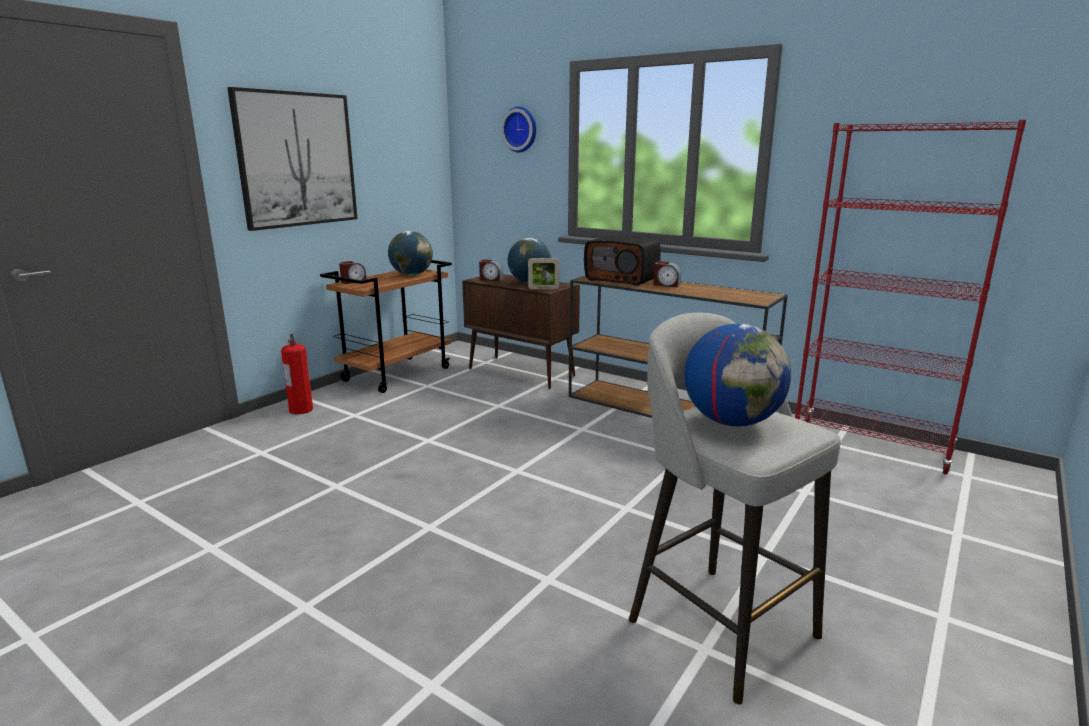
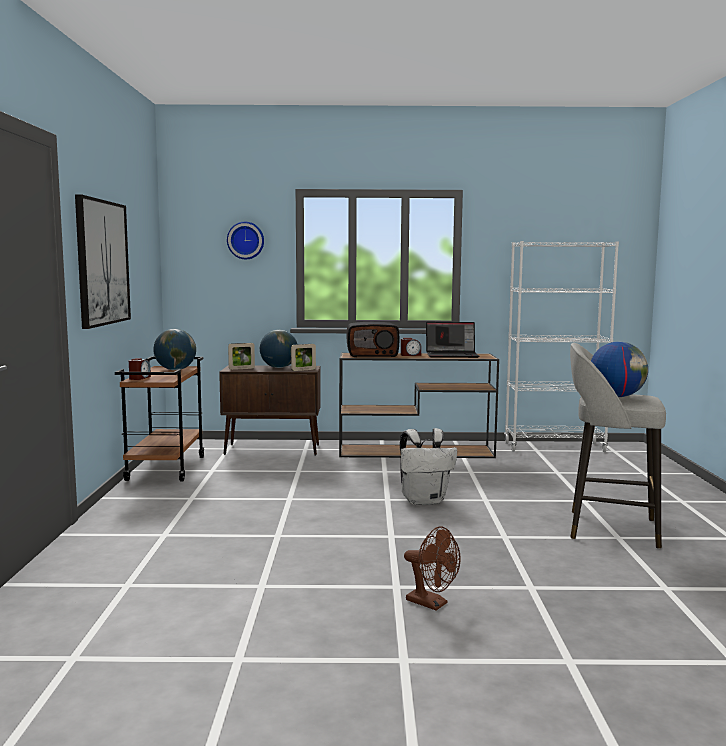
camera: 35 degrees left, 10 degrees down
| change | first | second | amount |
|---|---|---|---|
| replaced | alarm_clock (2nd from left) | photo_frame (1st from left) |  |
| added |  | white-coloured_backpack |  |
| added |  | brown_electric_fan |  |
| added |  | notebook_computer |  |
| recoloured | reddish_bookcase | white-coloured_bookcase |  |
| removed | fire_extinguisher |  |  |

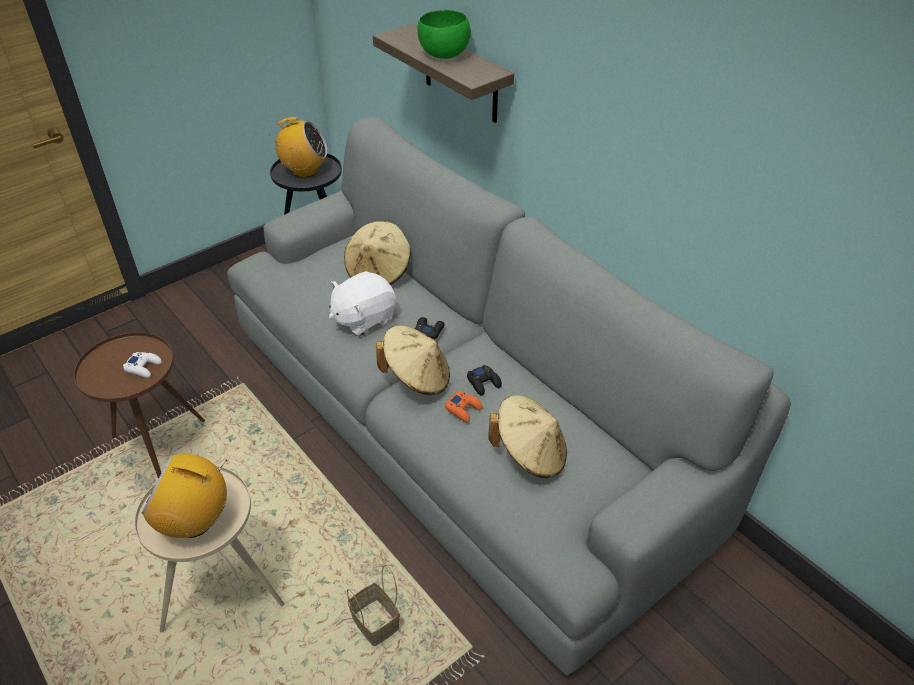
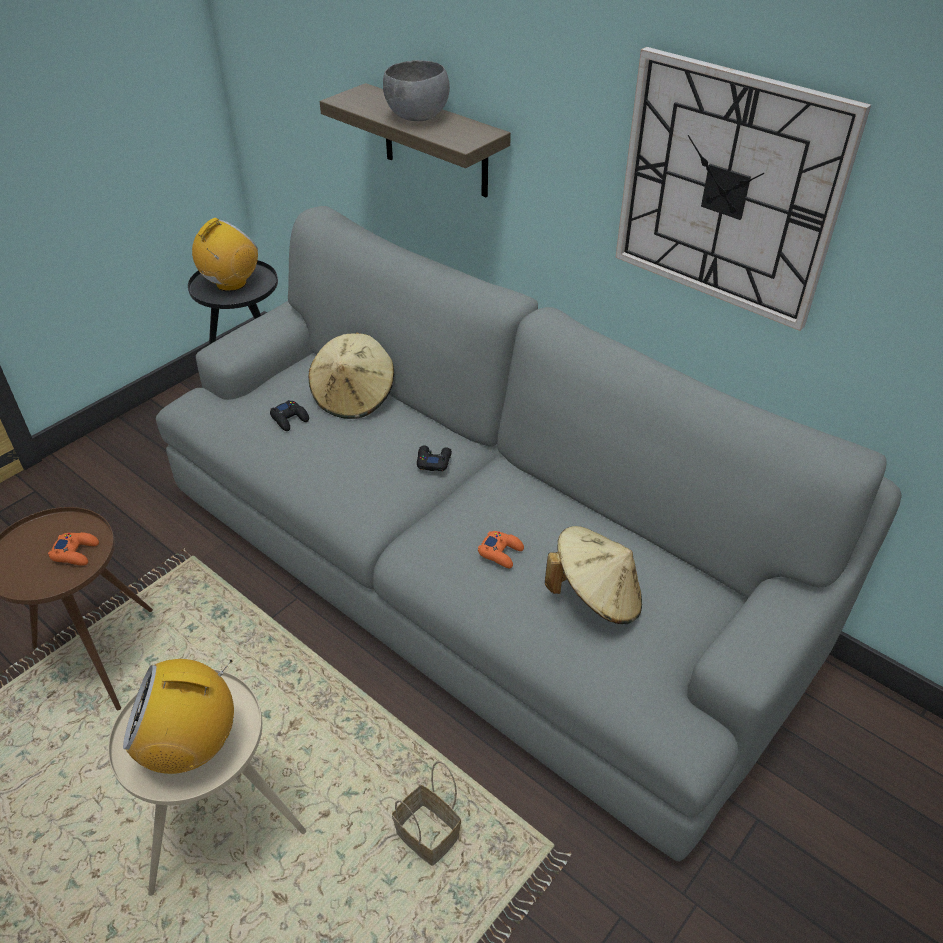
camera: 10 degrees left, 0 degrees up
| change | first | second | amount |
|---|---|---|---|
| recoloured | white-coloured_game_controller | orangey_game_controller (1st from left) |  |
| turned | radio_set (2nd from left) |  | 45 degrees counterclockwise |
| moved | blackish_game_controller (2nd from left in the first image) | blackish_game_controller (1st from left) |  |
| recoloured | green_deep_dish | greyish_deep_dish |  |
| added |  | clock_on_the_wall |  |
| removed | white-coloured_cuddly_toy |  |  |
| removed | beige_hat (2nd from left) |  |  |

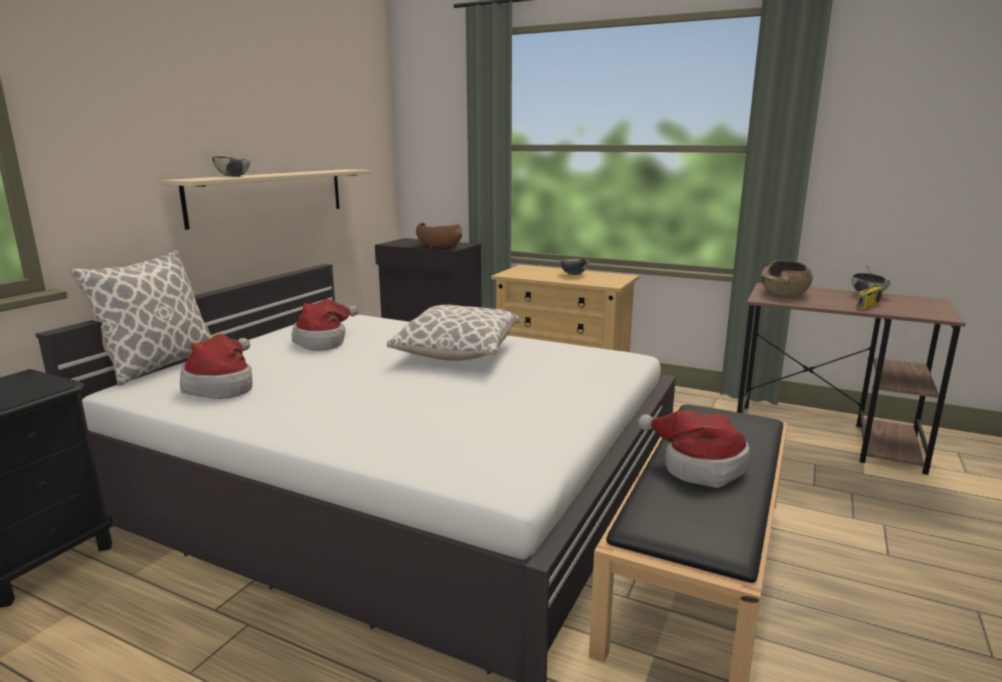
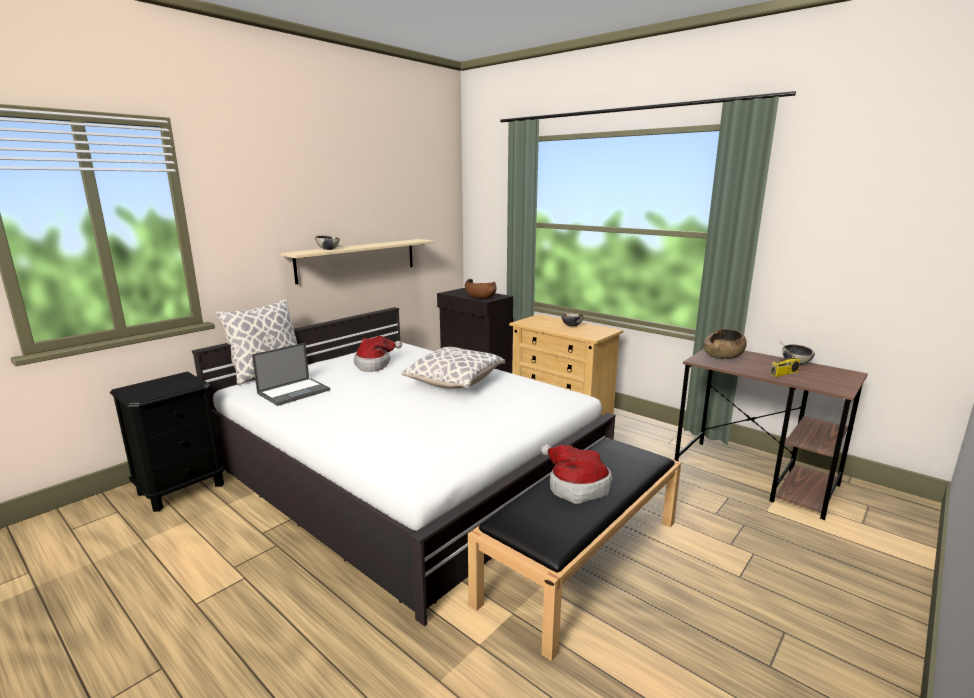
camera: 15 degrees right, 0 degrees up
| change | first | second | amount |
|---|---|---|---|
| replaced | hat (1st from left) | notebook_computer |  |

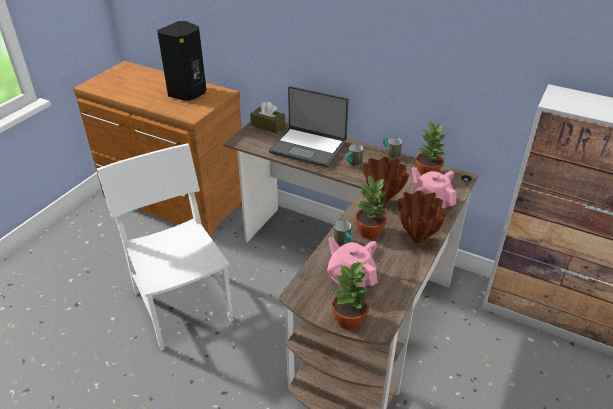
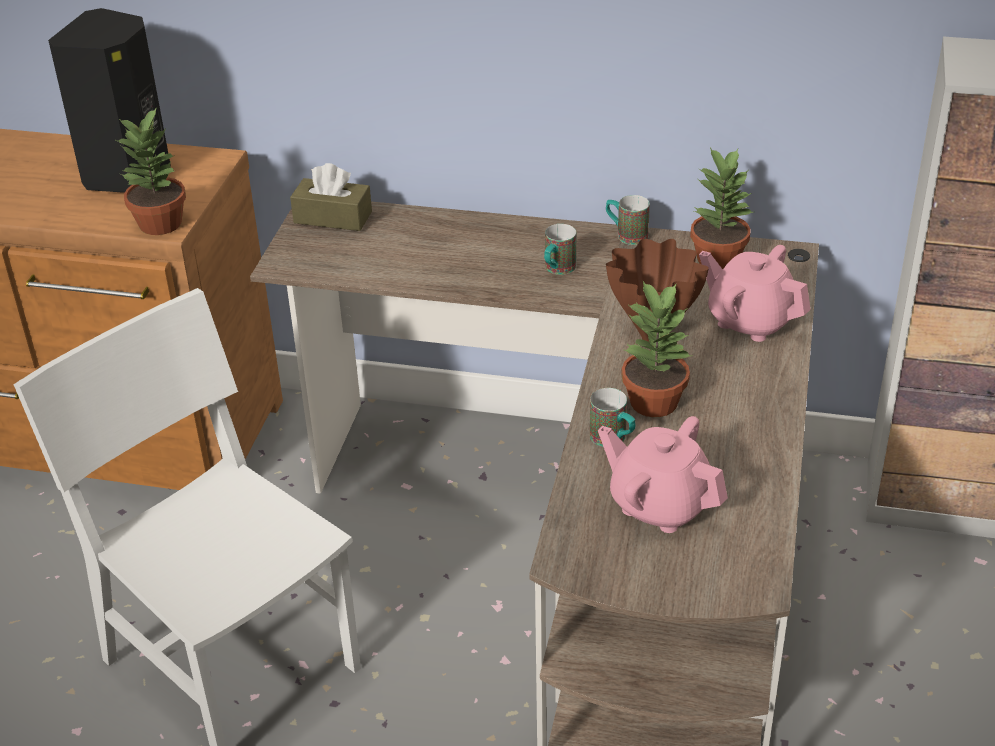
camera: 15 degrees left, 0 degrees up
| change | first | second | amount |
|---|---|---|---|
| moved | houseplant (1st from left) |  |  |
| removed | notebook_computer |  |  |
| removed | brown_vase (2nd from left) |  |  |

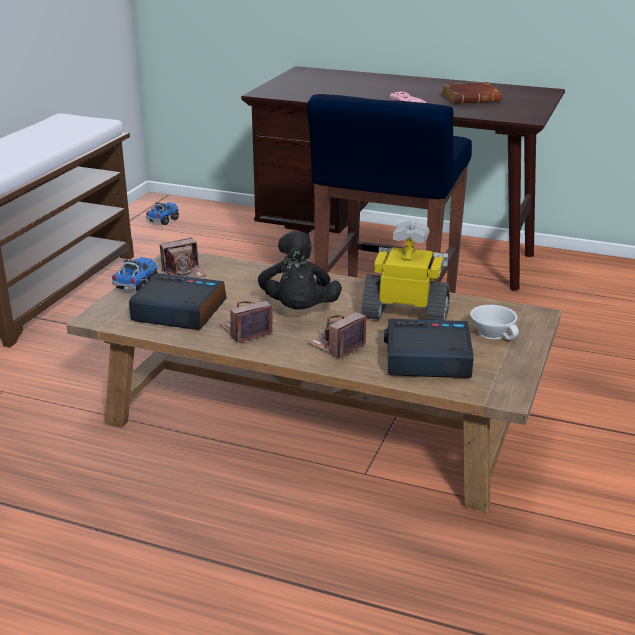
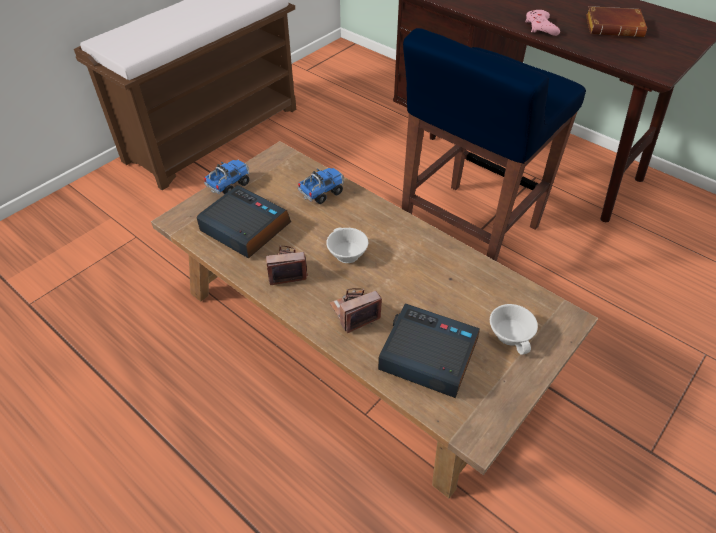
camera: 20 degrees right, 20 degrees up
| change | first | second | amount |
|---|---|---|---|
| moved | toy_lorry (2nd from left) |  |  |
| replaced | blackish_cuddly_toy | white-coloured_drinking_cup (1st from left) |  |
| removed | photo_camera (1st from left) |  |  |
| removed | model_robot |  |  |

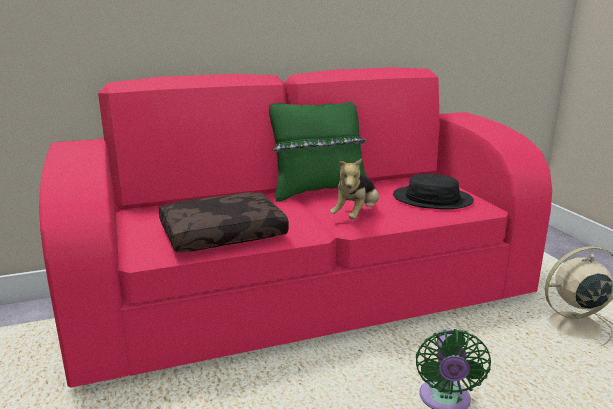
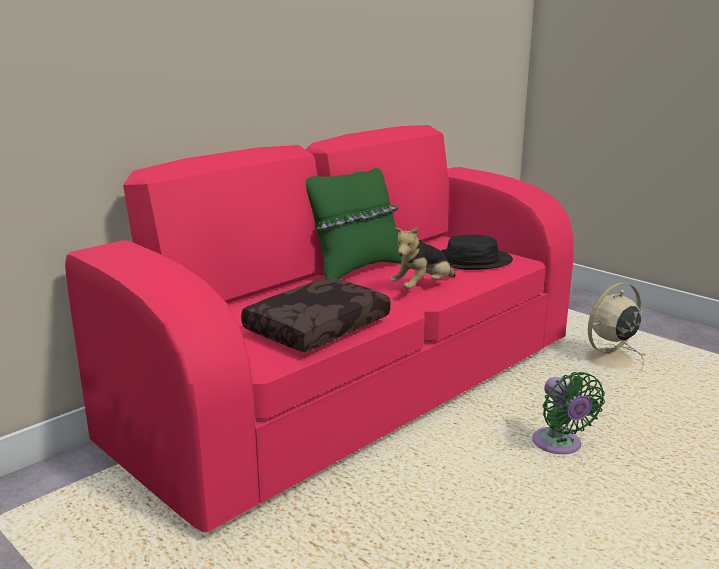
camera: 25 degrees left, 0 degrees up
| change | first | second | amount |
|---|---|---|---|
| turned | cuddly_toy |  | 45 degrees clockwise |

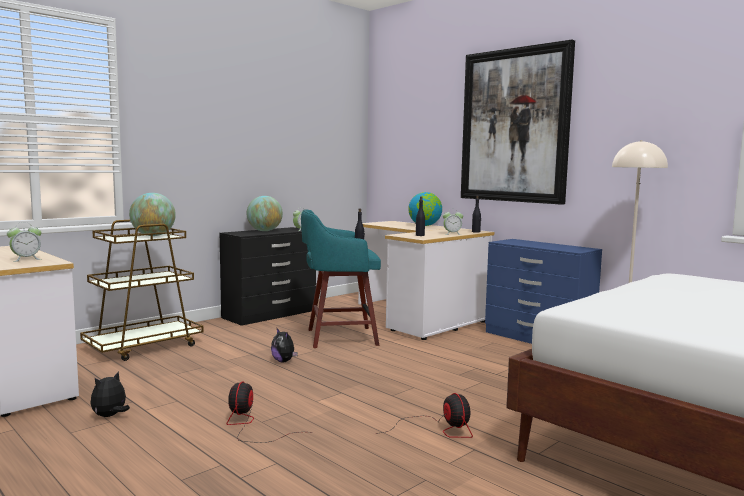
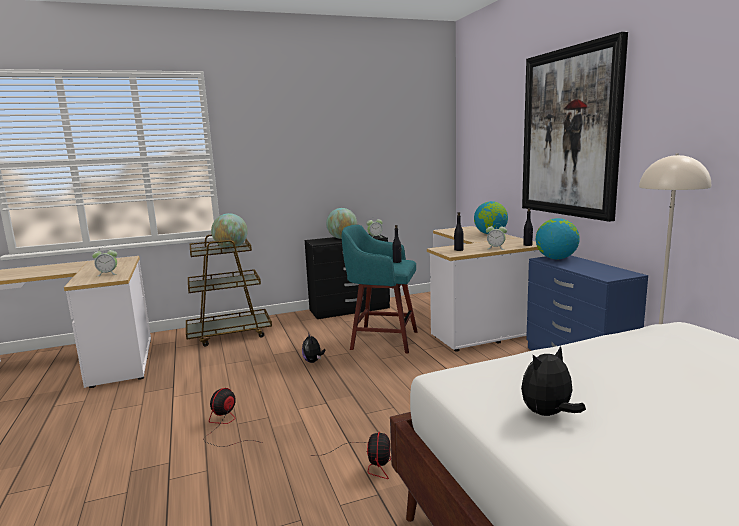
camera: 25 degrees right, 5 degrees up
| change | first | second | amount |
|---|---|---|---|
| moved | cuddly_toy (1st from left in the first image) | cuddly_toy (2nd from left) |  |
| added |  | world_globe (4th from left) |  |

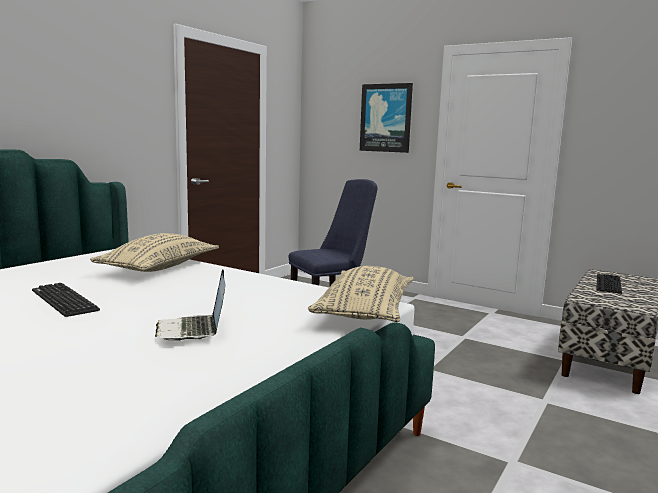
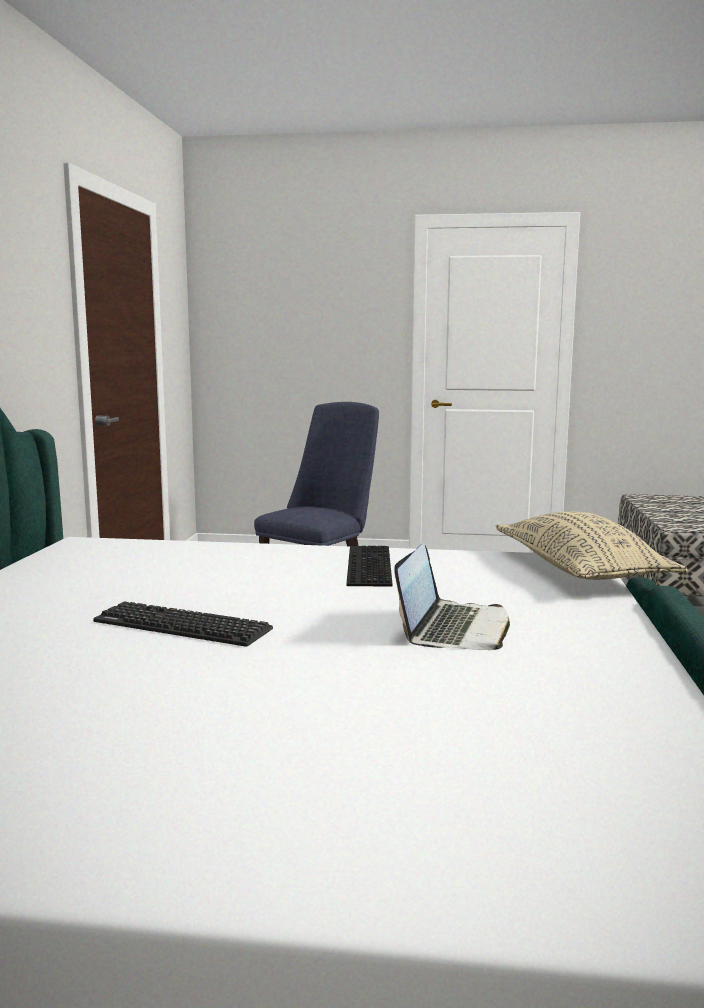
camera: 25 degrees left, 0 degrees up
| change | first | second | amount |
|---|---|---|---|
| moved | keyboard (2nd from left) |  |  |
| turned | notebook_computer |  | 120 degrees counterclockwise |
| removed | beige_pillow (1st from left) |  |  |
| removed | wall_picture |  |  |

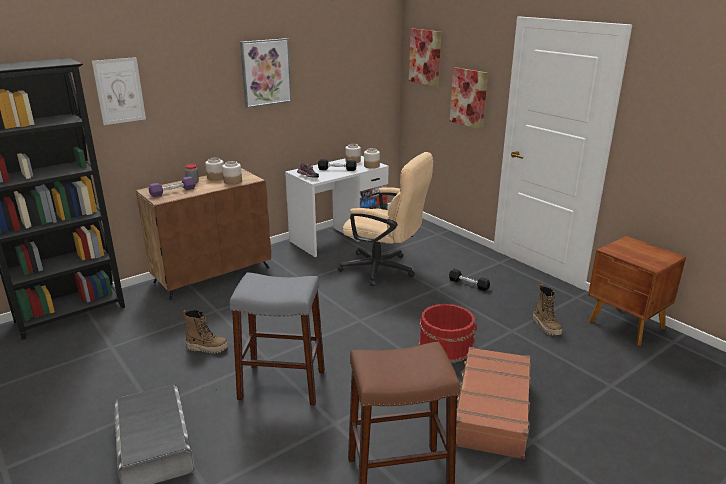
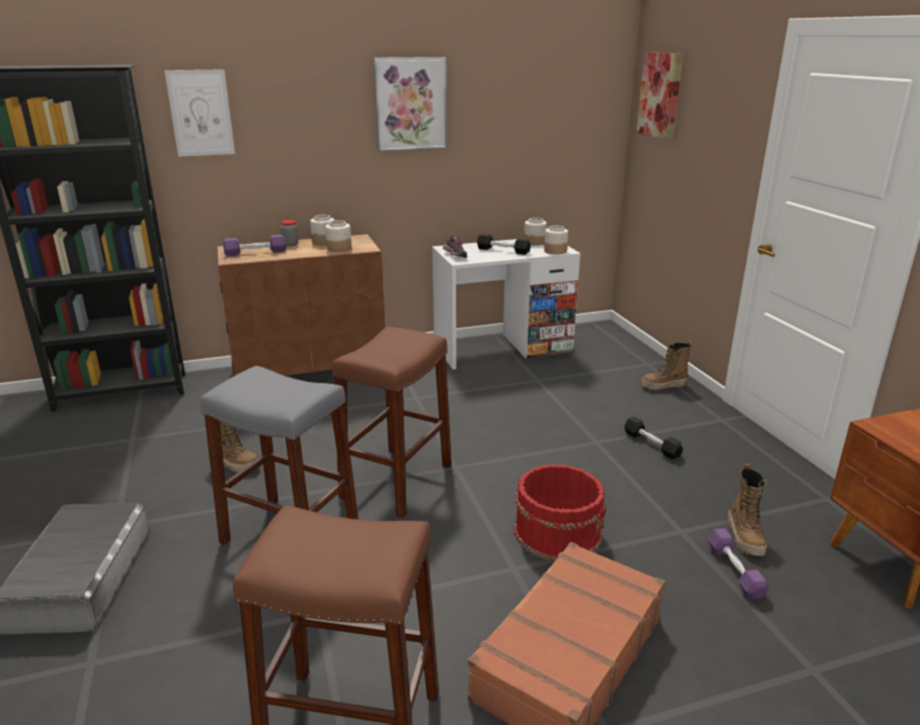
camera: 20 degrees right, 0 degrees up
| change | first | second | amount |
|---|---|---|---|
| added |  | brown_stool_seat (2nd from left) |  |
| added |  | boot (2nd from left) |  |
| added |  | purple-coloured_dumbbell (2nd from left) |  |
| removed | beige_desk_chair |  |  |
| removed | wall_picture (4th from left) |  |  |

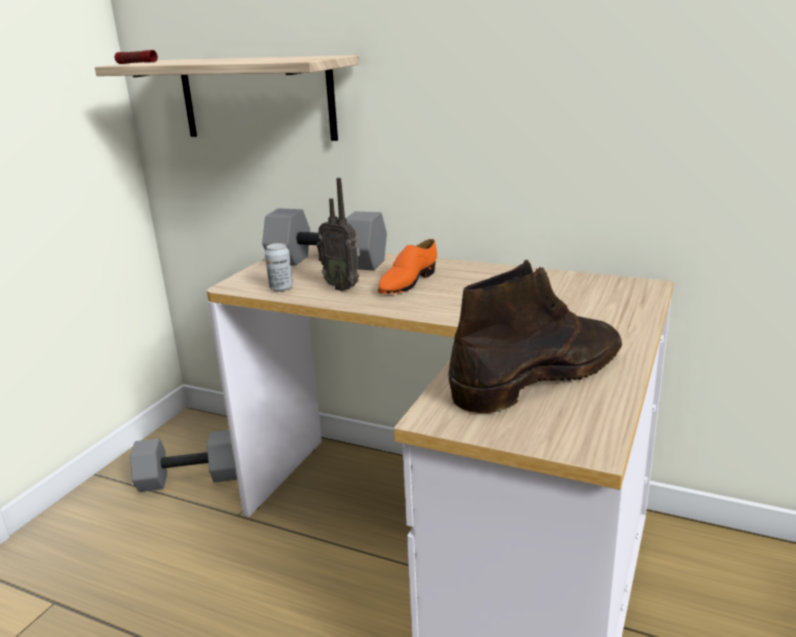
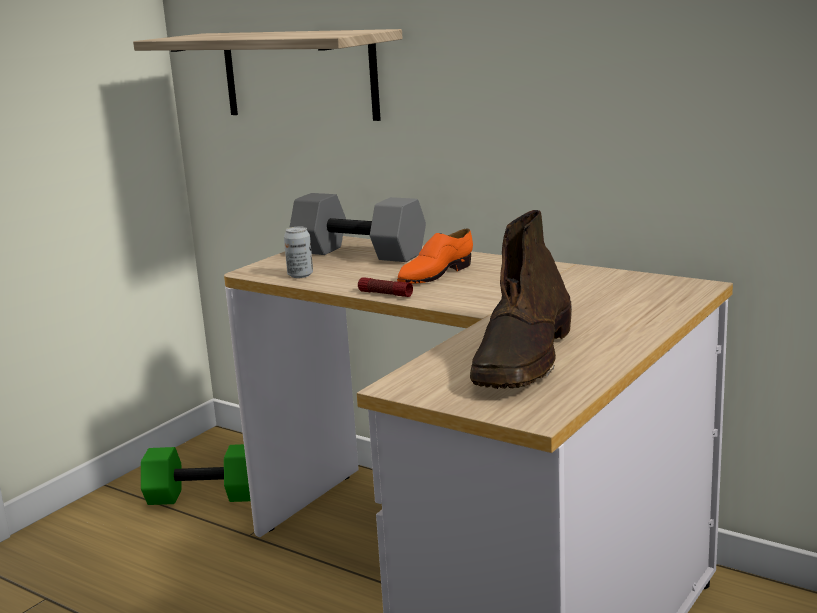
camera: 10 degrees right, 5 degrees down
| change | first | second | amount |
|---|---|---|---|
| recoloured | greyish_dumbbell (1st from left) | green_dumbbell |  |
| moved | flashlight |  |  |
| turned | brown_boot |  | 135 degrees clockwise |
| removed | radio_set |  |  |

